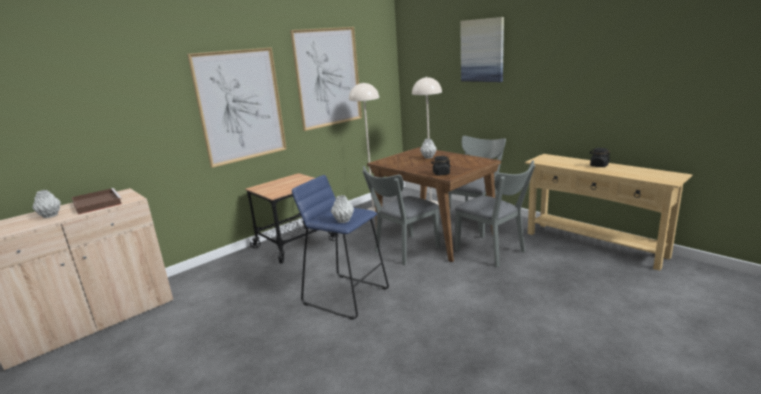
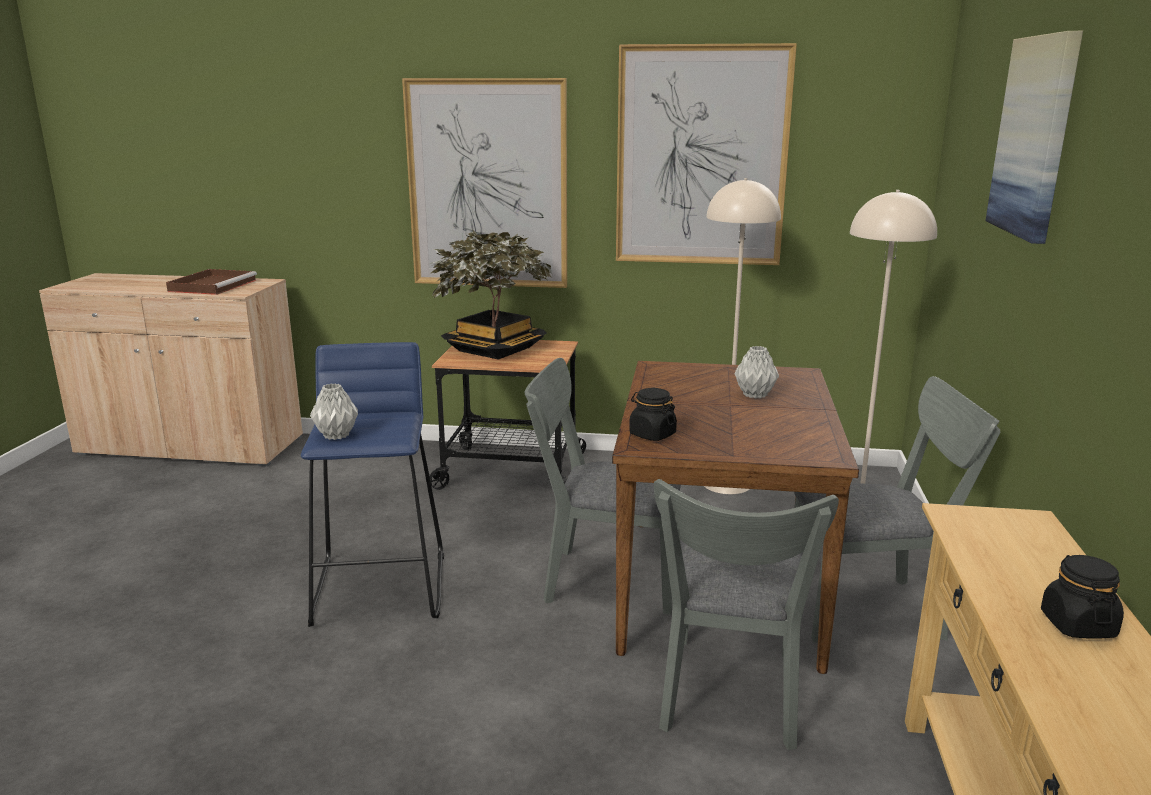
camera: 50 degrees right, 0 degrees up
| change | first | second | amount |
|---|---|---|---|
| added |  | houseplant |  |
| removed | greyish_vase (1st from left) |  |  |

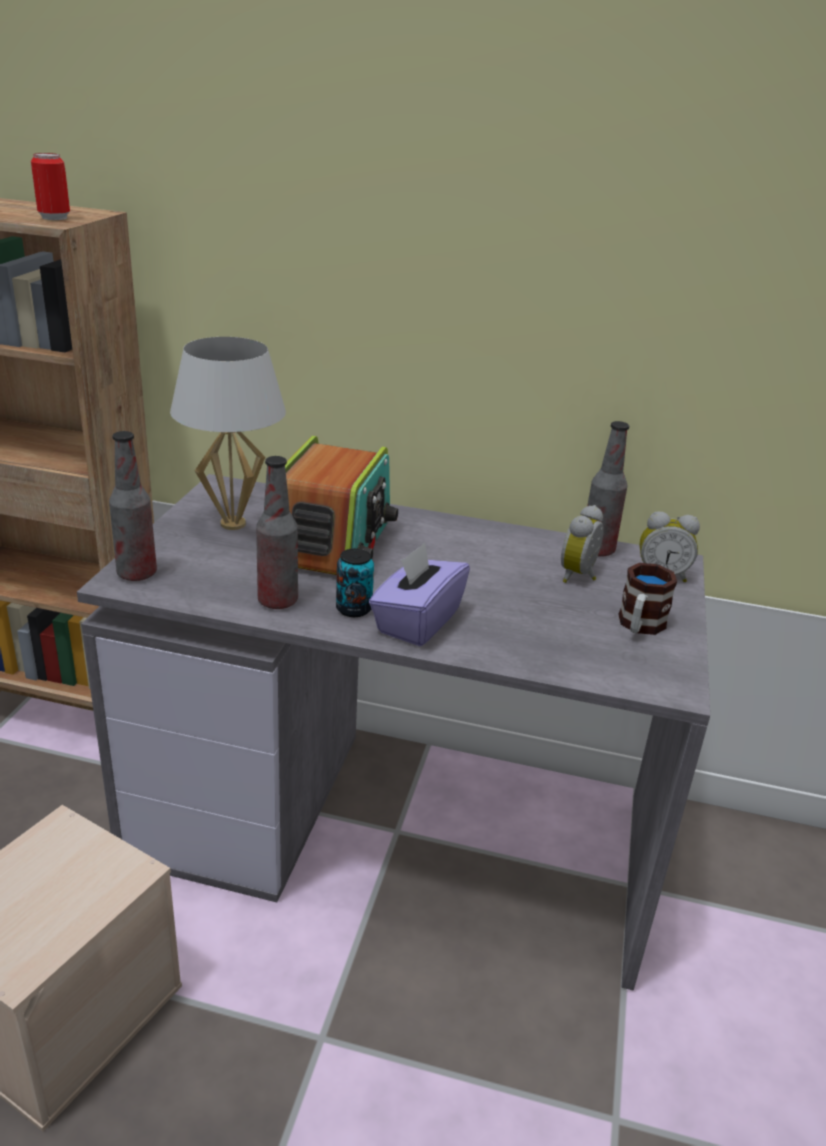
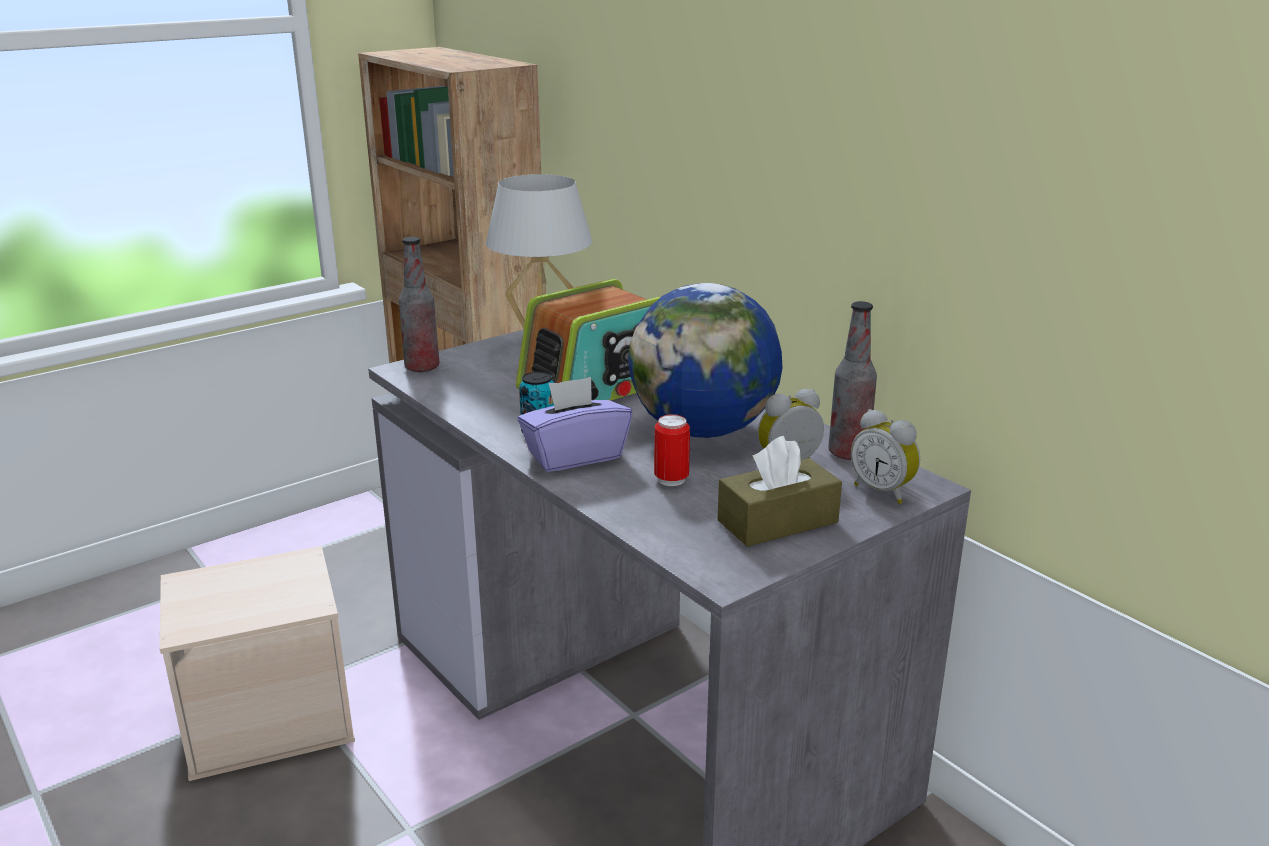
camera: 40 degrees right, 5 degrees down
| change | first | second | amount |
|---|---|---|---|
| added |  | world_globe |  |
| moved | metal_can (1st from left in the first image) | metal_can (2nd from left) |  |
| replaced | coffee_mug | brown_box_of_tissues |  |
| removed | bottle (2nd from left) |  |  |

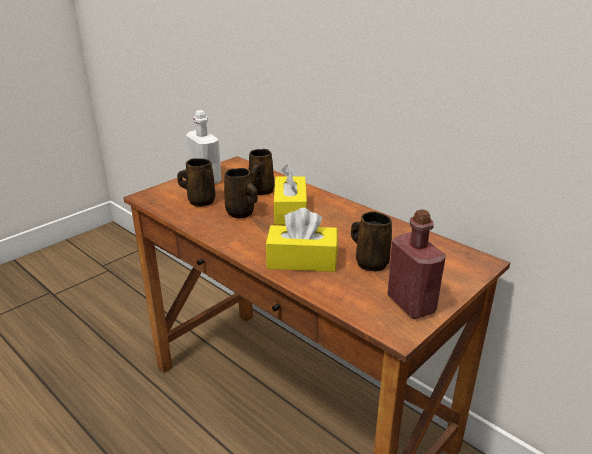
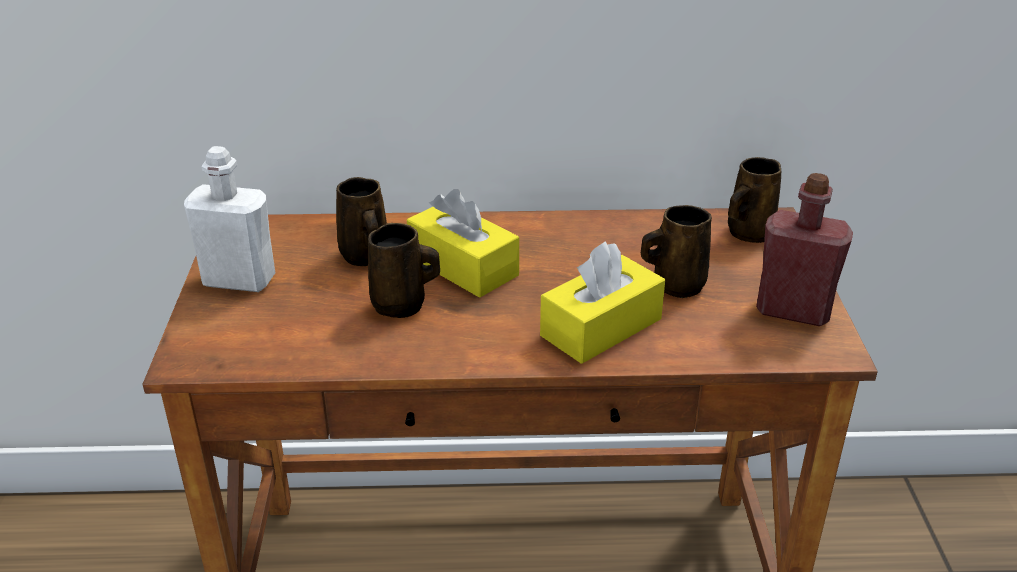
camera: 45 degrees left, 5 degrees up
| change | first | second | amount |
|---|---|---|---|
| moved | brown_coffee_mug (1st from left in the first image) | brown_coffee_mug (4th from left) |  |

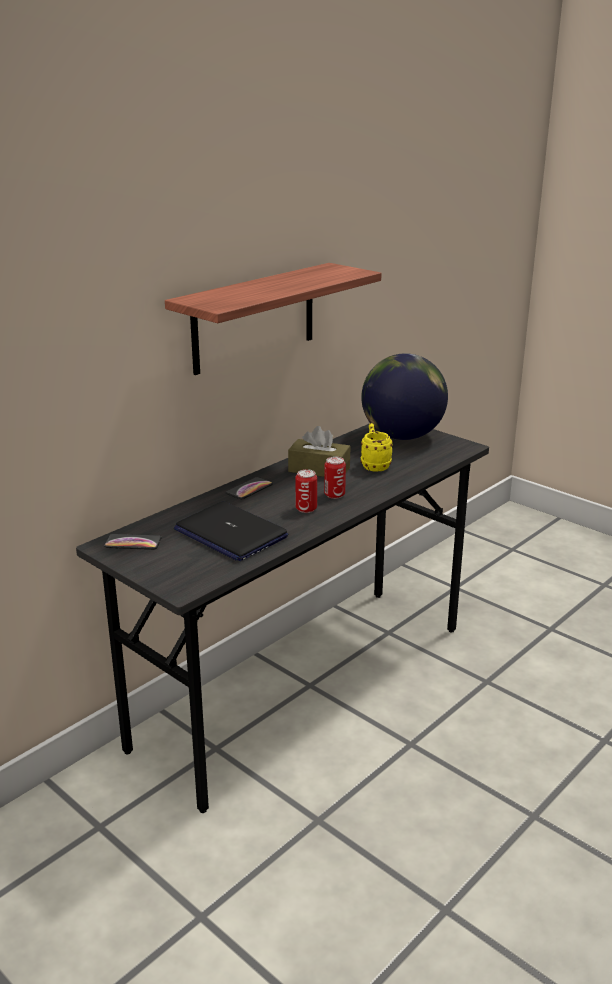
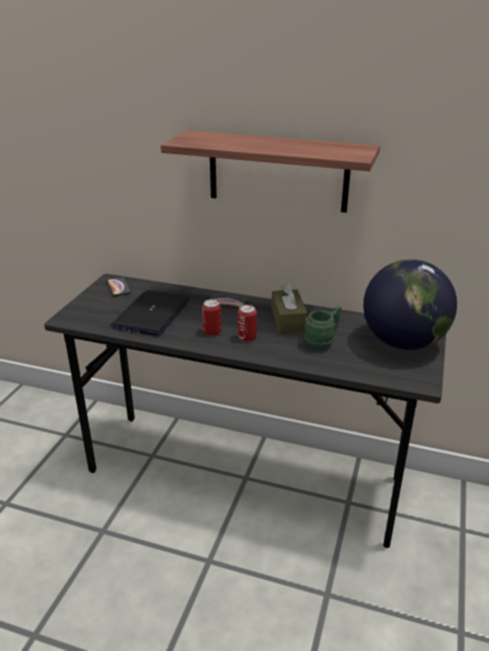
camera: 65 degrees right, 5 degrees up
| change | first | second | amount |
|---|---|---|---|
| recoloured | yellow_coffee_mug | green_coffee_mug |  |

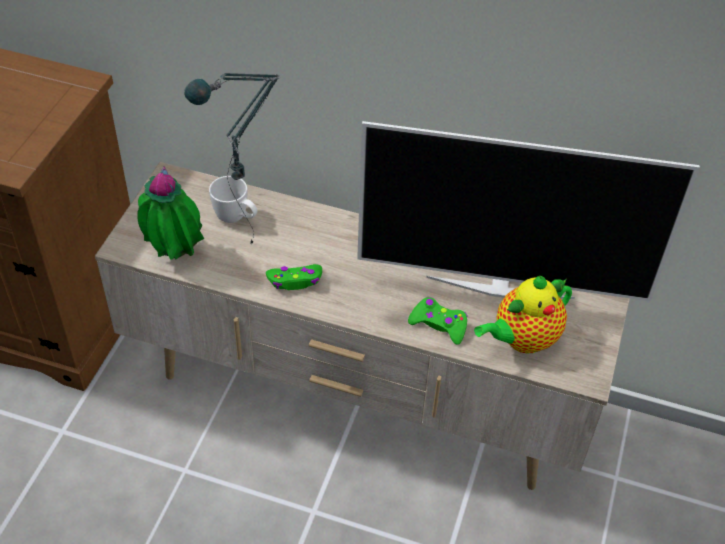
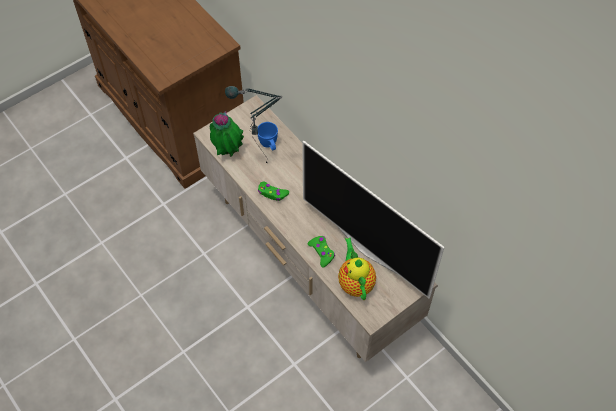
camera: 35 degrees right, 10 degrees up
| change | first | second | amount |
|---|---|---|---|
| recoloured | white-coloured_coffee_mug | bluish_coffee_mug |  |
| turned | tea_pot |  | 75 degrees clockwise |

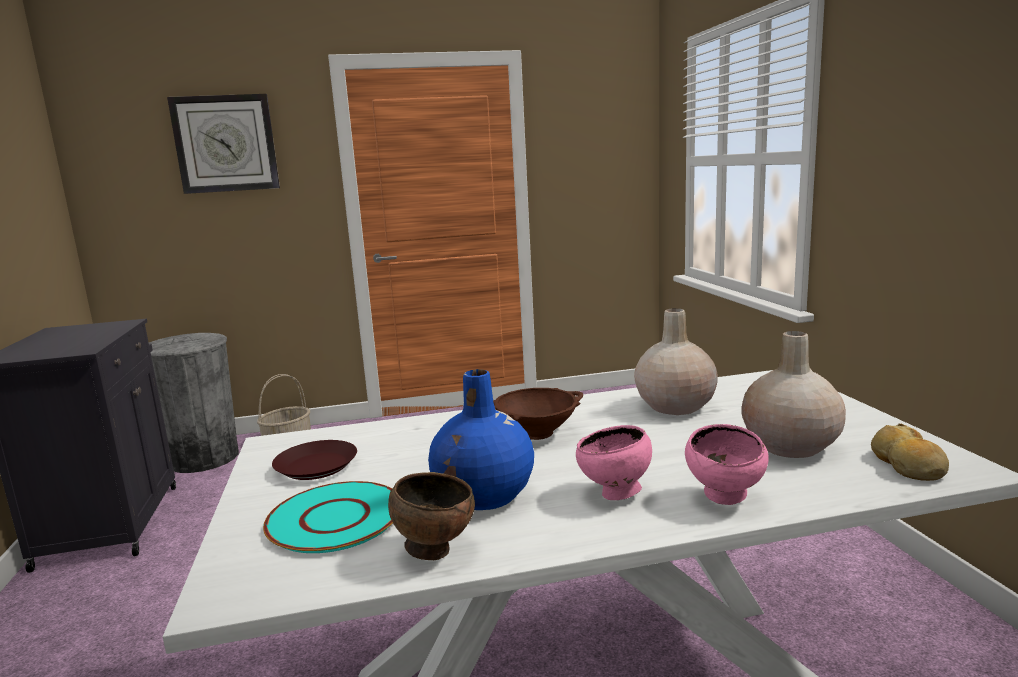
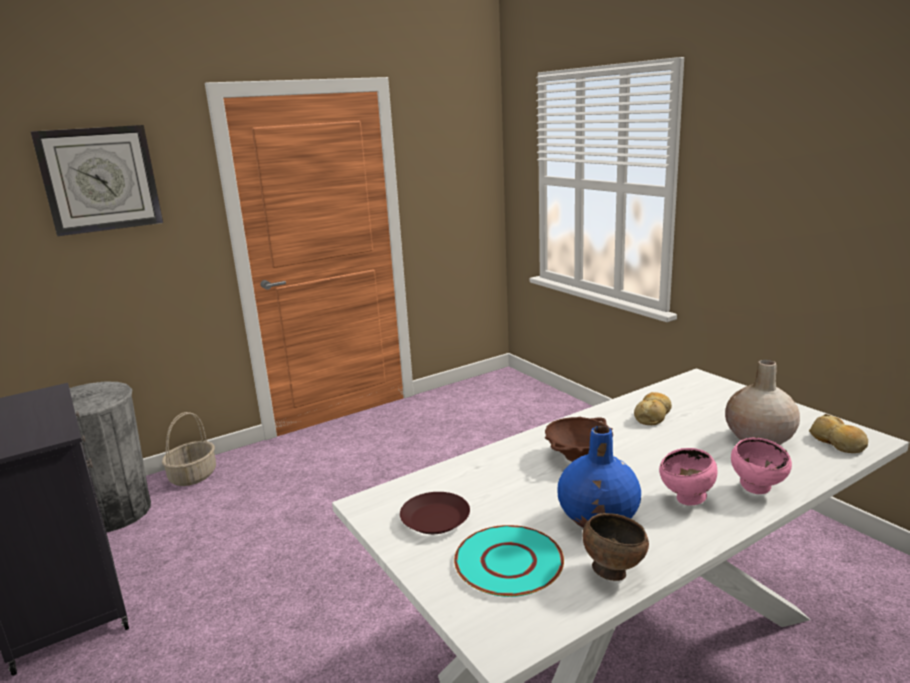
camera: 20 degrees left, 5 degrees up
| change | first | second | amount |
|---|---|---|---|
| replaced | beige_vase (1st from left) | bread (1st from left) |  |

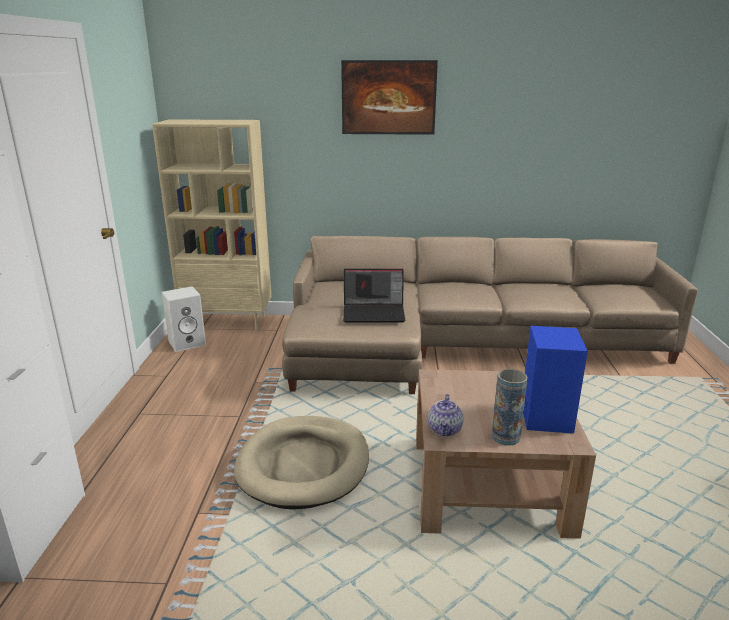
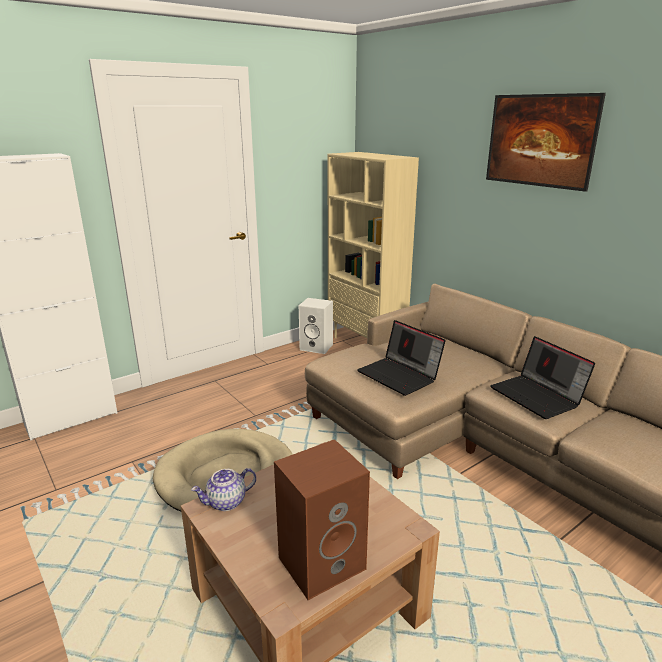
camera: 50 degrees right, 0 degrees up
| change | first | second | amount |
|---|---|---|---|
| recoloured | bluish_audio_speaker | brown_audio_speaker |  |
| added |  | notebook_computer (2nd from left) |  |
| removed | vase |  |  |

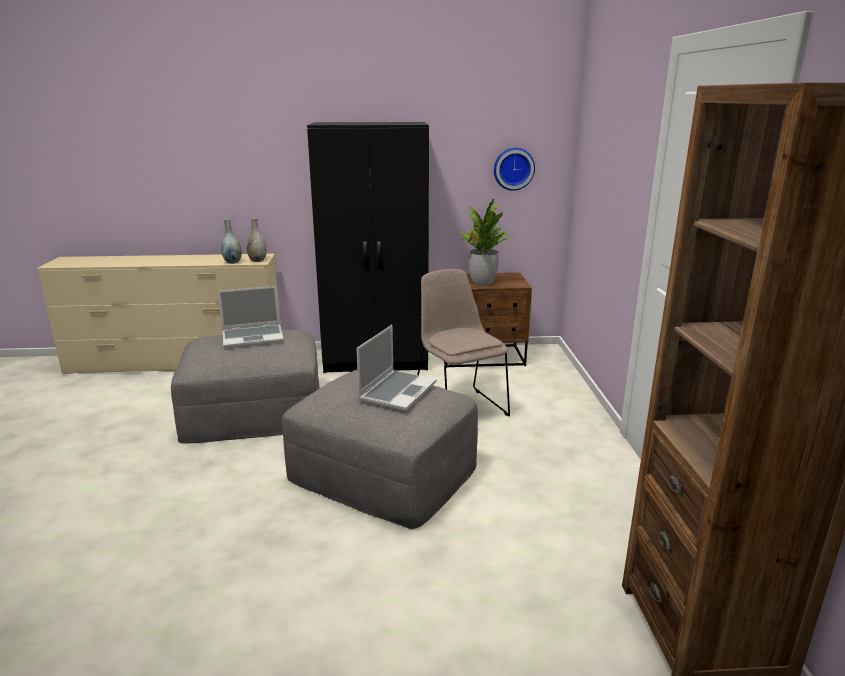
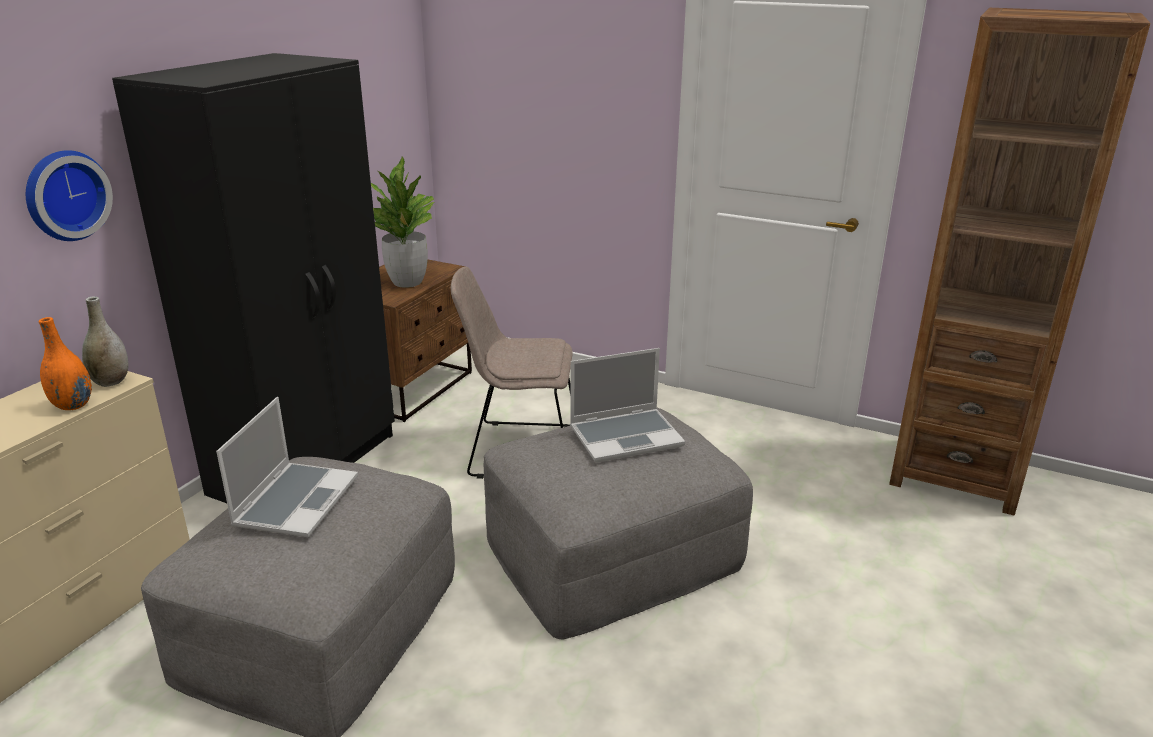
camera: 60 degrees left, 5 degrees up
| change | first | second | amount |
|---|---|---|---|
| moved | clock_on_the_wall |  |  |
| recoloured | greyish_vase (1st from left) | orangey_vase |  |
| turned | notebook_computer (2nd from left) |  | 105 degrees clockwise |

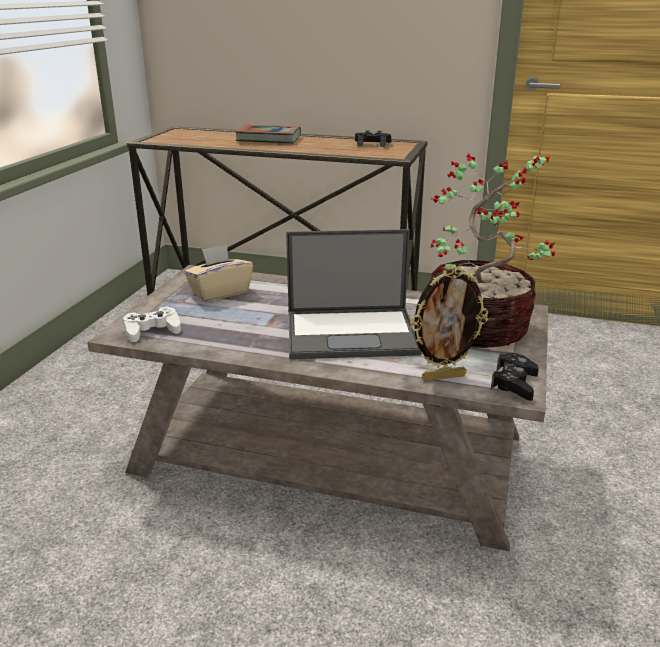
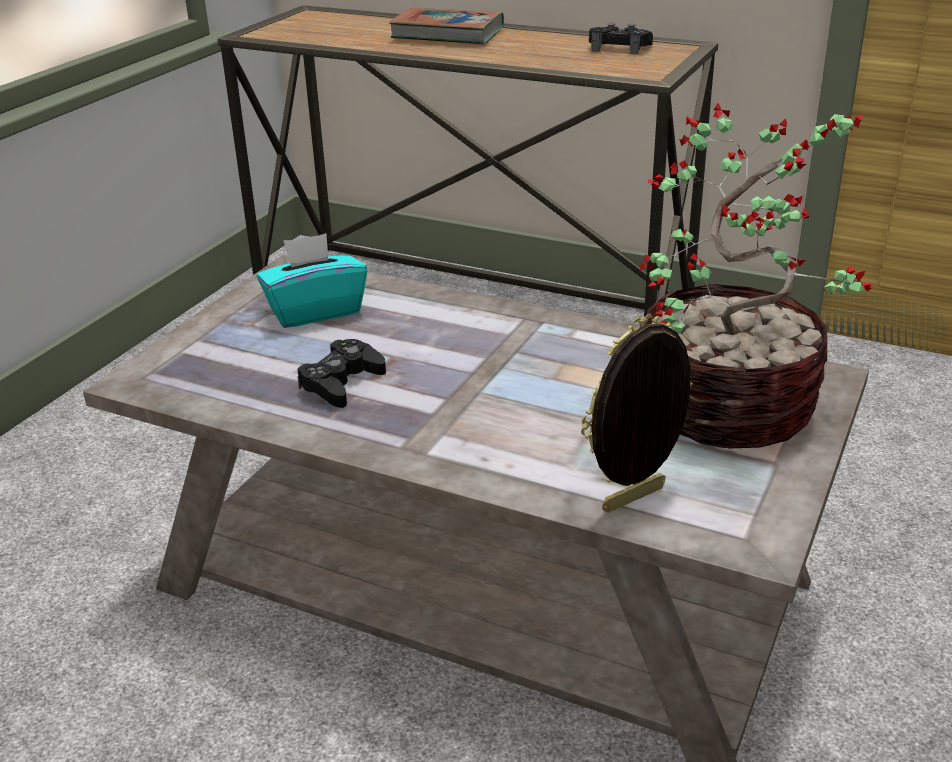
camera: 10 degrees right, 5 degrees up
| change | first | second | amount |
|---|---|---|---|
| recoloured | beige_box_of_tissues | turquoise-coloured_box_of_tissues |  |
| moved | blackish_game_controller (2nd from left in the first image) | blackish_game_controller (1st from left) |  |
| turned | photo_frame |  | 150 degrees clockwise |
| removed | white-coloured_game_controller |  |  |
| removed | notebook_computer |  |  |

